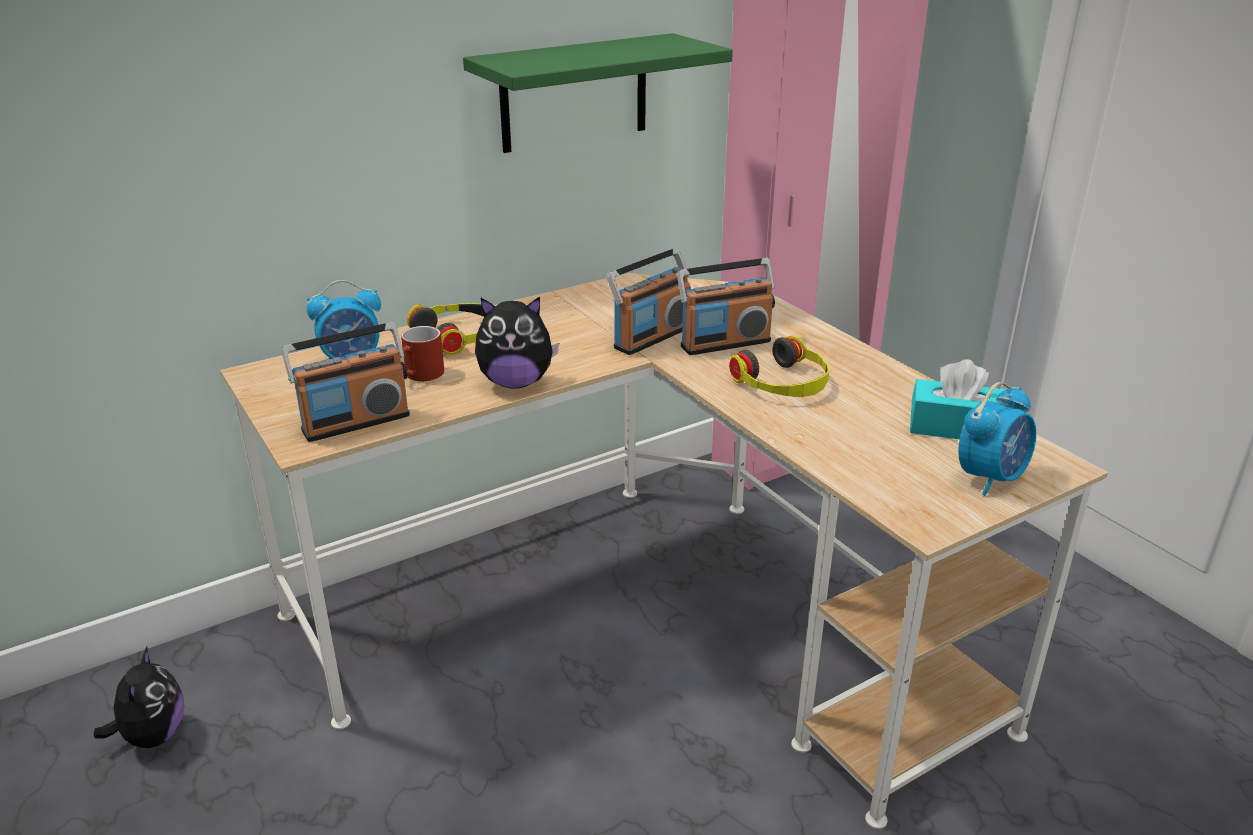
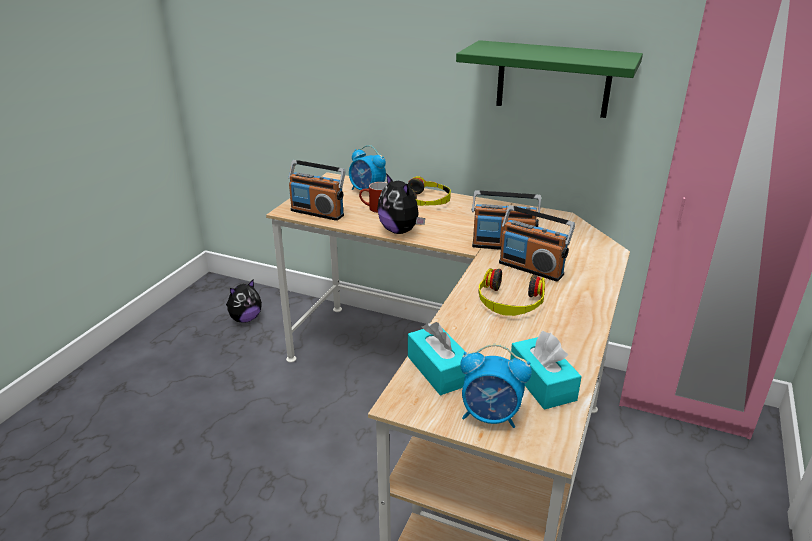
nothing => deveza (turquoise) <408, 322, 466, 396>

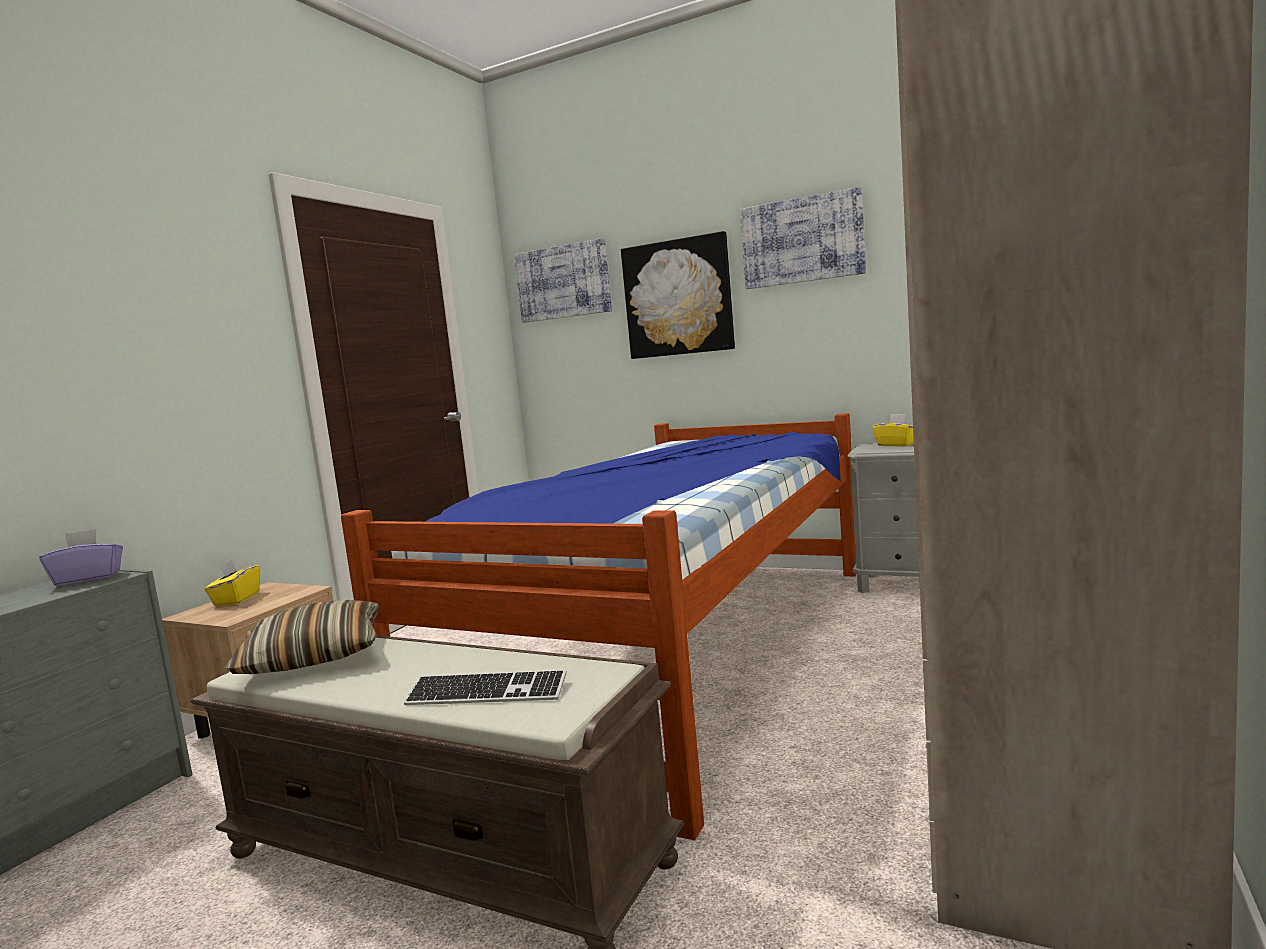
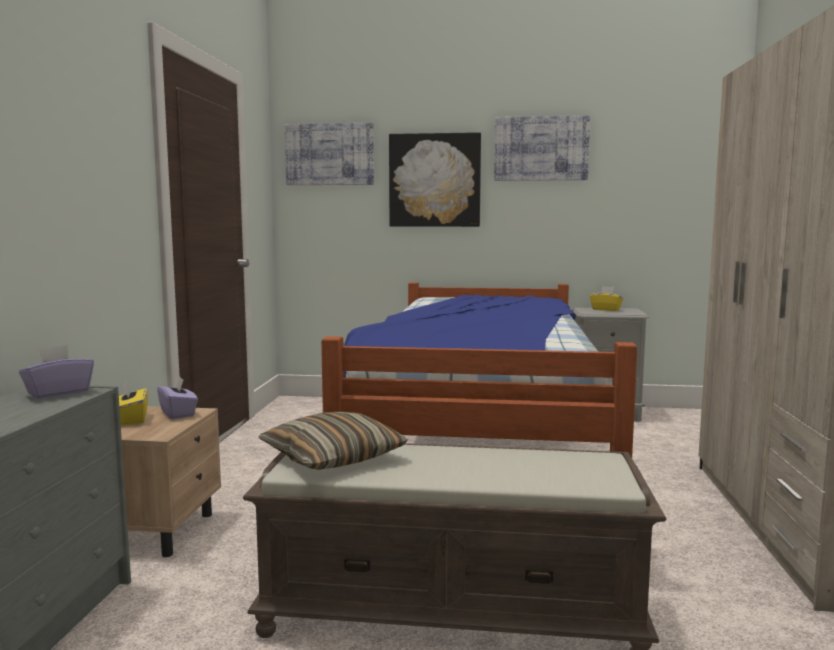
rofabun <404, 670, 567, 705> => nothing
nothing => deveza (purple) <157, 377, 198, 419>

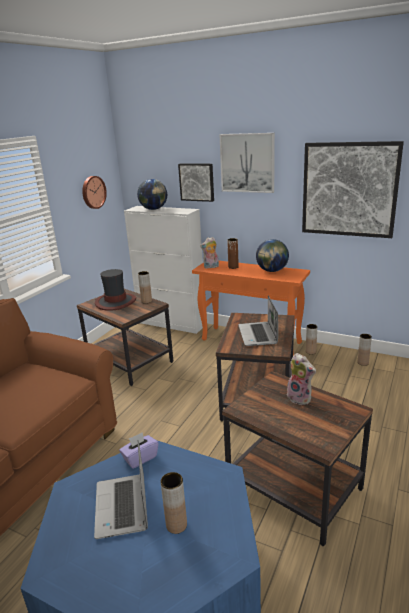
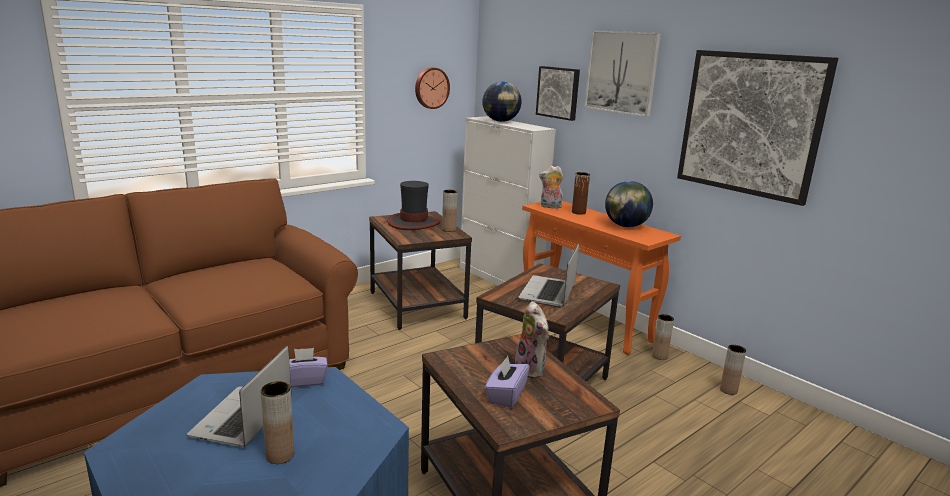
nothing => deveza (purple) <485, 356, 529, 408>

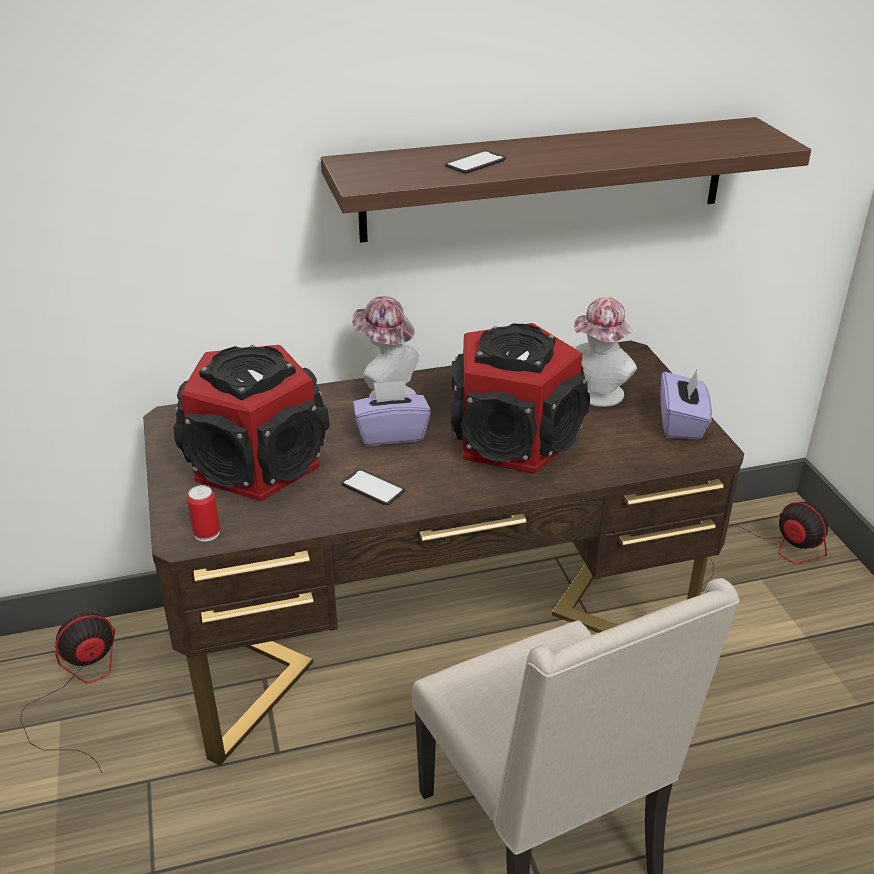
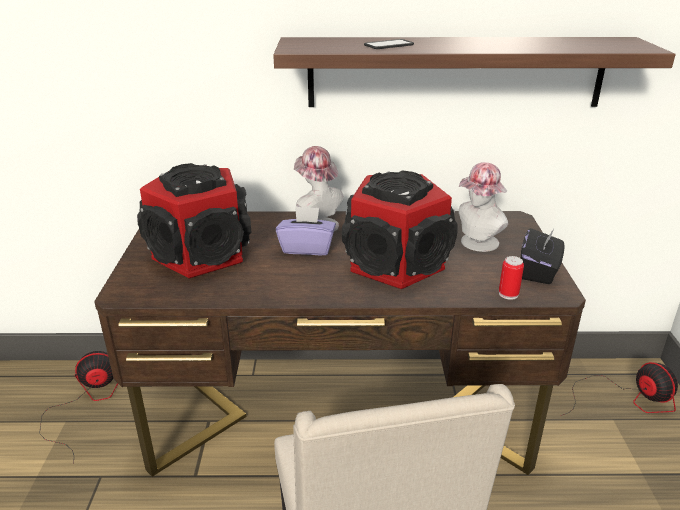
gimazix <341, 469, 405, 505> => nothing
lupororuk <187, 485, 220, 542> => lupororuk <499, 256, 524, 300>, relocated
deveza (purple) <660, 370, 712, 440> => deveza (black) <521, 228, 564, 284>

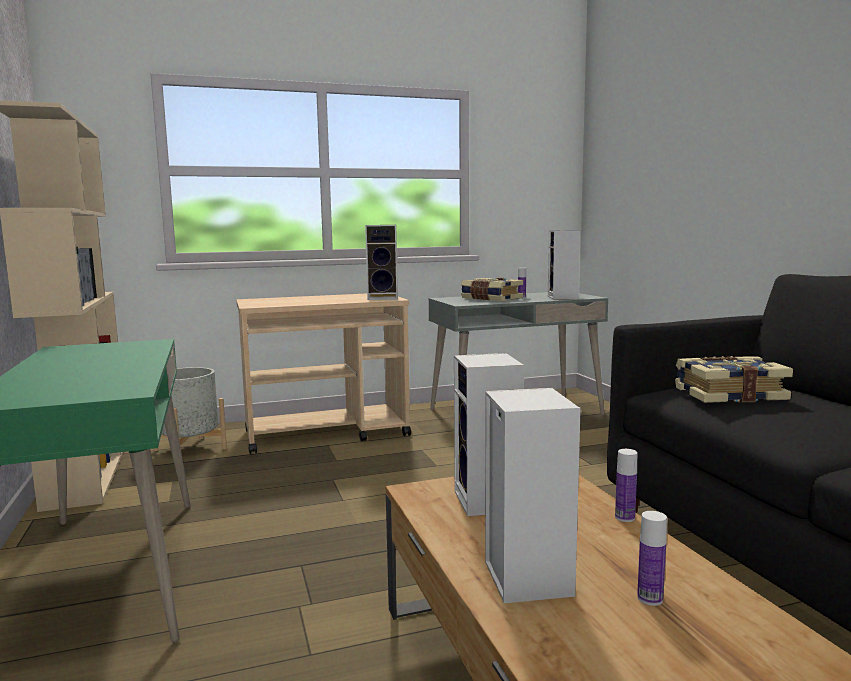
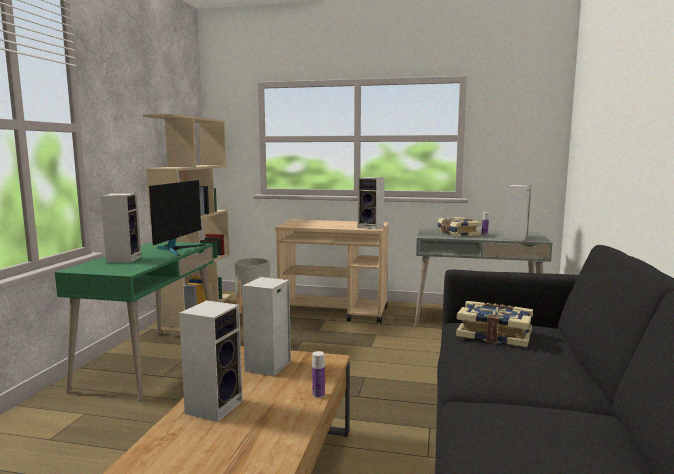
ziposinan <637, 511, 667, 606> => nothing
nothing => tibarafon <101, 193, 141, 263>
nothing => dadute <149, 180, 205, 256>

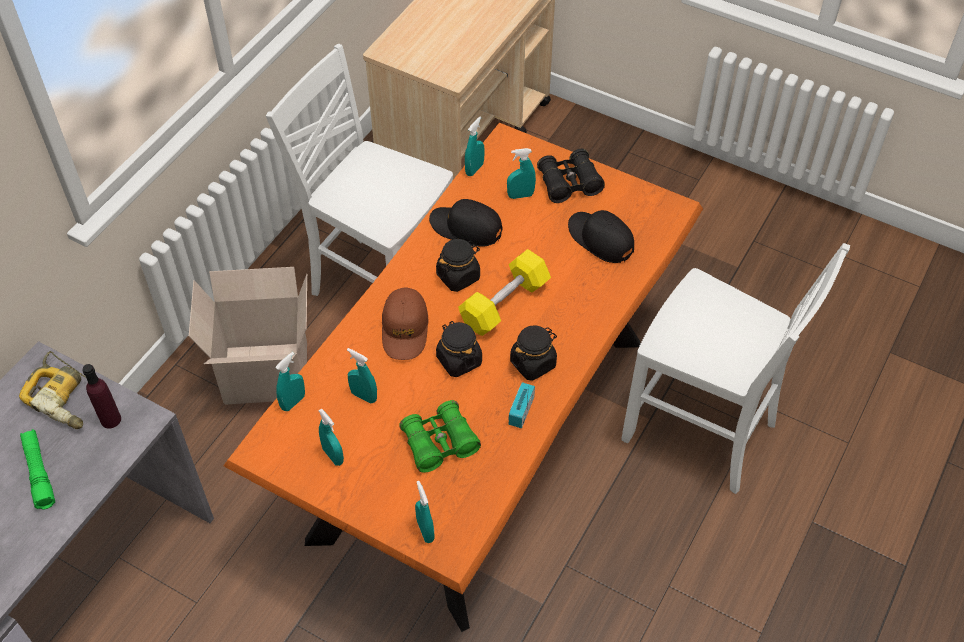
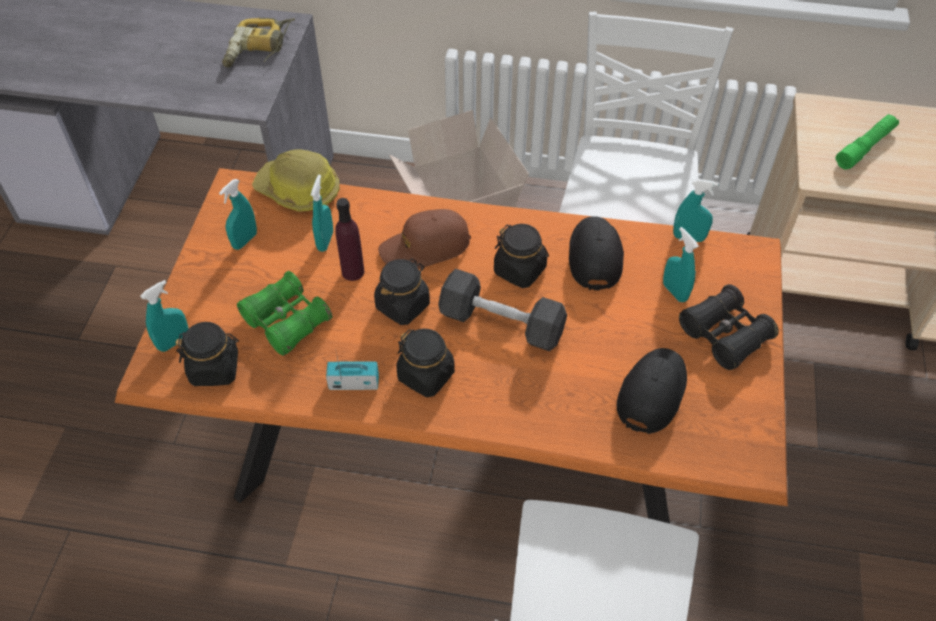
nothing => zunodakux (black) <176, 322, 239, 386>
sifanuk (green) <20, 429, 55, 510> => sifanuk (green) <836, 114, 899, 169>, relocated
ziposinan (purple) <82, 364, 121, 428> => ziposinan (purple) <335, 198, 364, 281>, relocated
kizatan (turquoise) <275, 352, 305, 411> => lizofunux <252, 149, 340, 212>
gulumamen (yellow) <458, 249, 551, 336> => gulumamen (black) <438, 269, 567, 351>

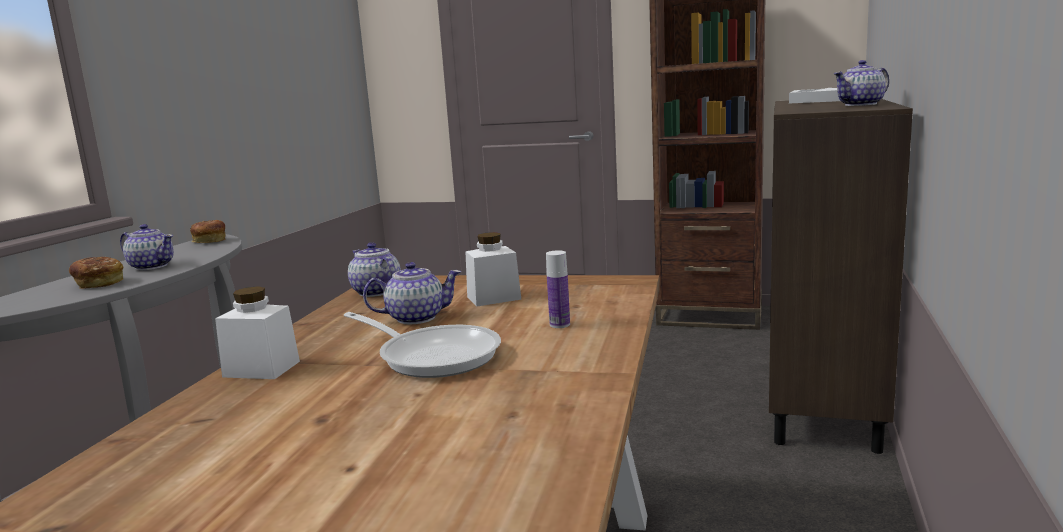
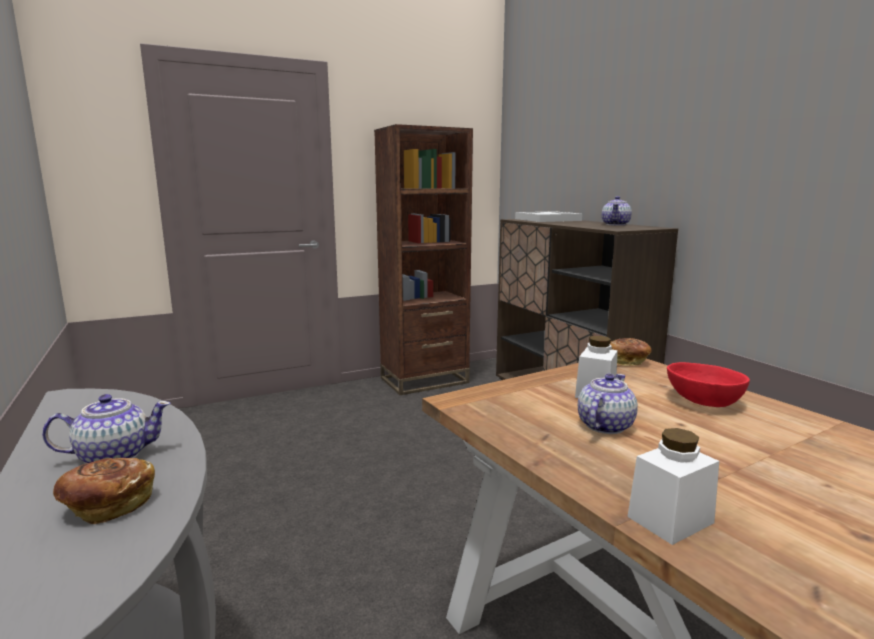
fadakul <343, 312, 501, 378> => nothing
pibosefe <348, 242, 401, 297> => nothing
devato <190, 220, 226, 243> => devato <610, 338, 651, 366>, relocated
ziposinan <546, 250, 570, 328> => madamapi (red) <667, 362, 750, 407>

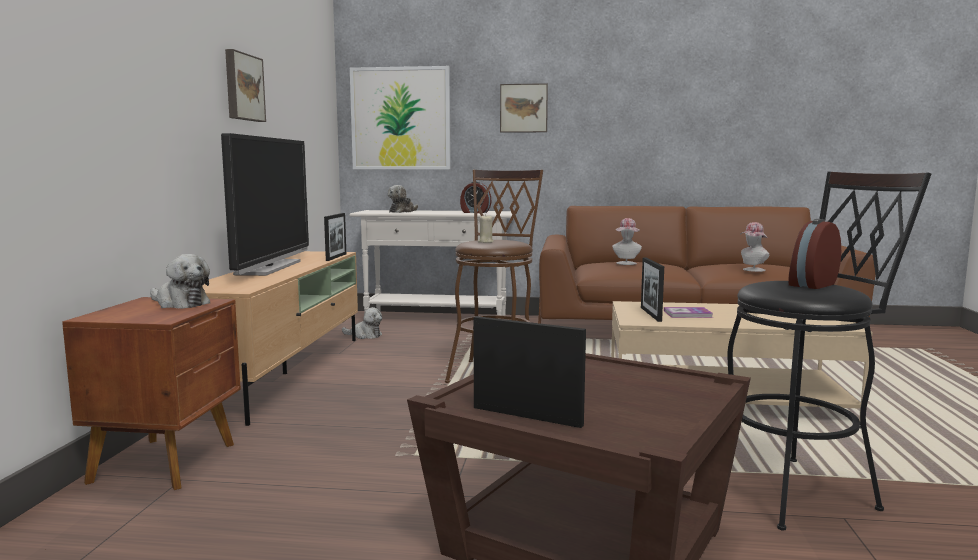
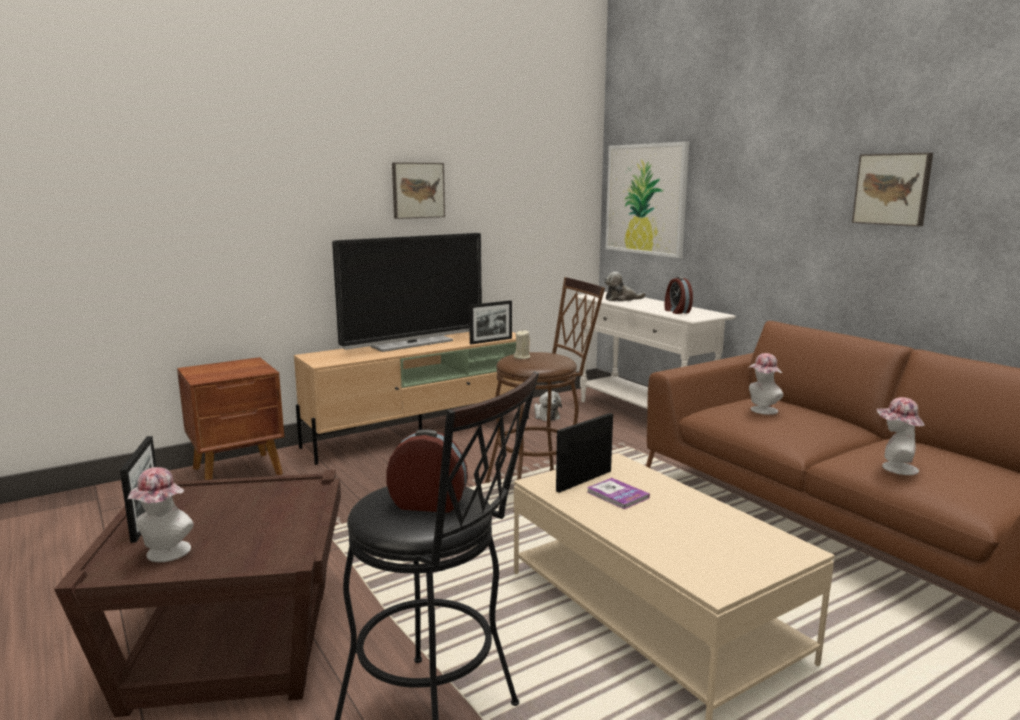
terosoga <150, 254, 211, 309> => nothing
nothing => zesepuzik <127, 467, 194, 562>
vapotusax <500, 83, 548, 133> => vapotusax <852, 153, 933, 227>, relocated

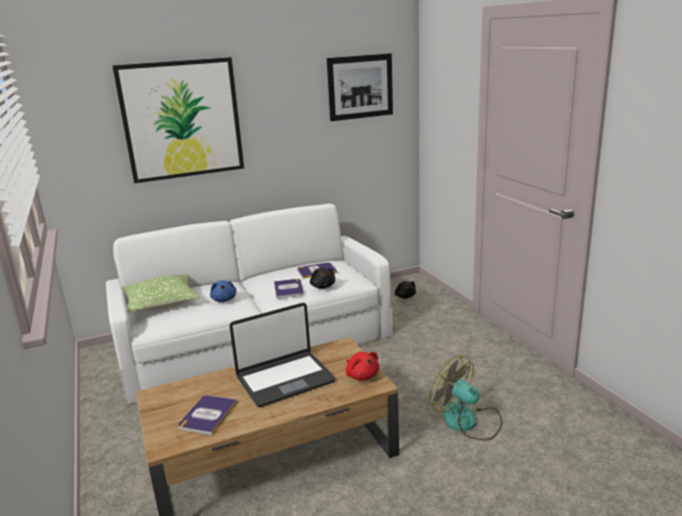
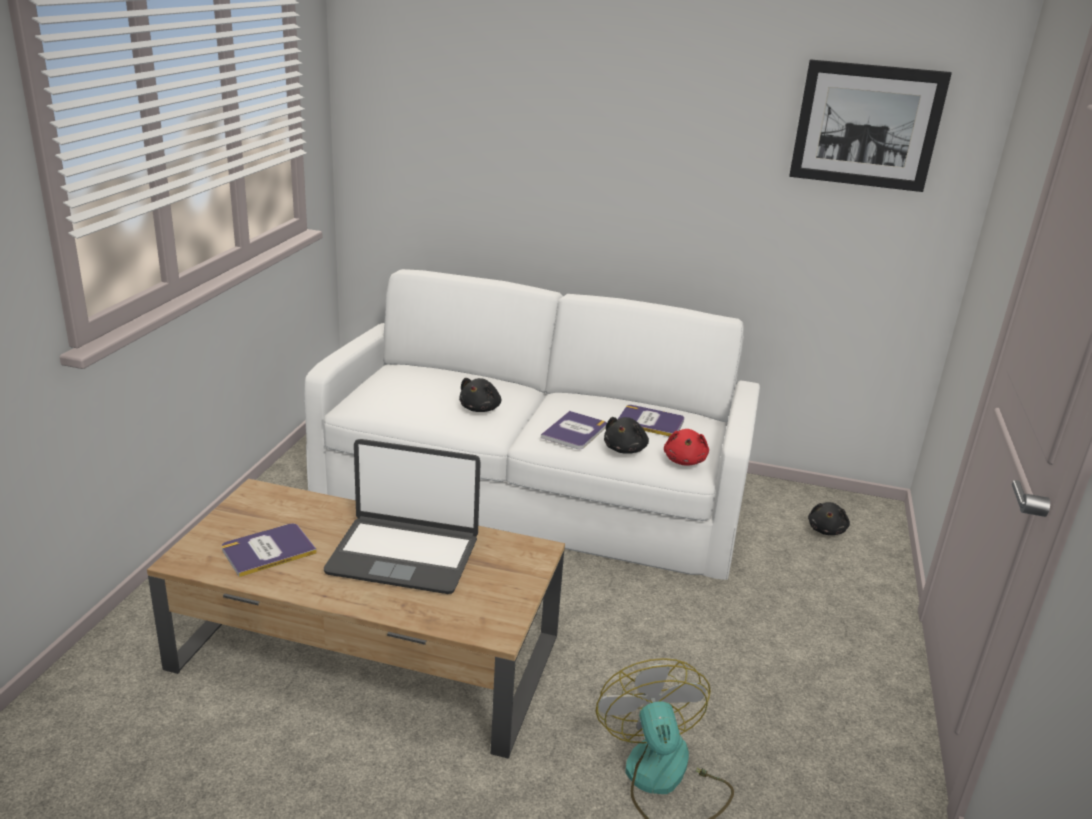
vapotusax <112, 57, 244, 183> => nothing
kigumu <122, 275, 199, 313> => nothing
terosoga (red) <346, 352, 380, 380> => terosoga (red) <664, 429, 709, 466>, relocated
terosoga (blue) <210, 280, 237, 302> => terosoga (black) <459, 378, 501, 412>

